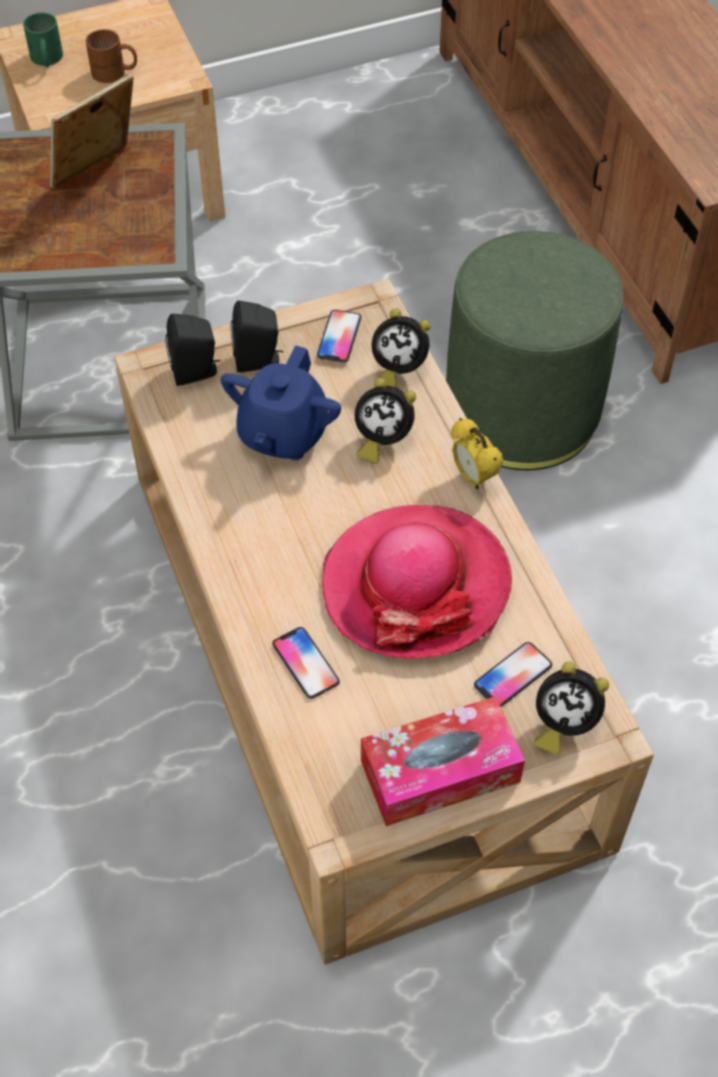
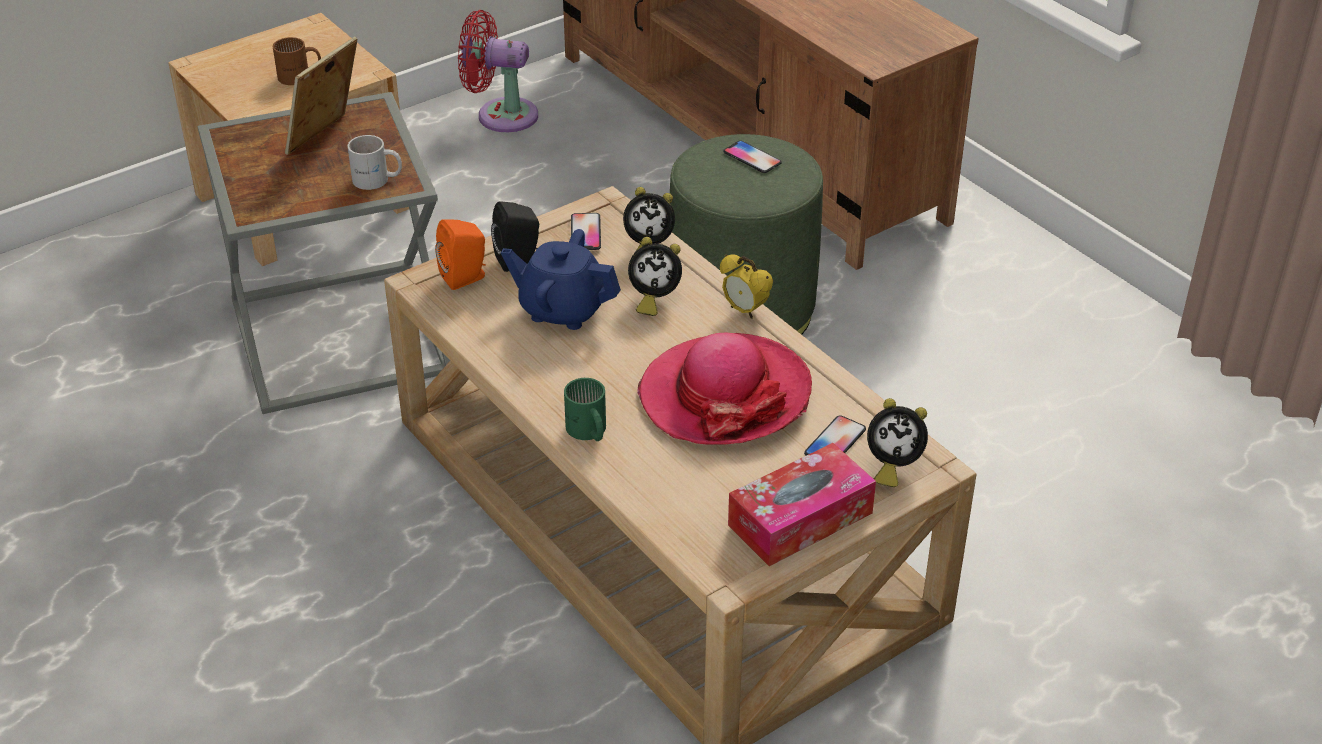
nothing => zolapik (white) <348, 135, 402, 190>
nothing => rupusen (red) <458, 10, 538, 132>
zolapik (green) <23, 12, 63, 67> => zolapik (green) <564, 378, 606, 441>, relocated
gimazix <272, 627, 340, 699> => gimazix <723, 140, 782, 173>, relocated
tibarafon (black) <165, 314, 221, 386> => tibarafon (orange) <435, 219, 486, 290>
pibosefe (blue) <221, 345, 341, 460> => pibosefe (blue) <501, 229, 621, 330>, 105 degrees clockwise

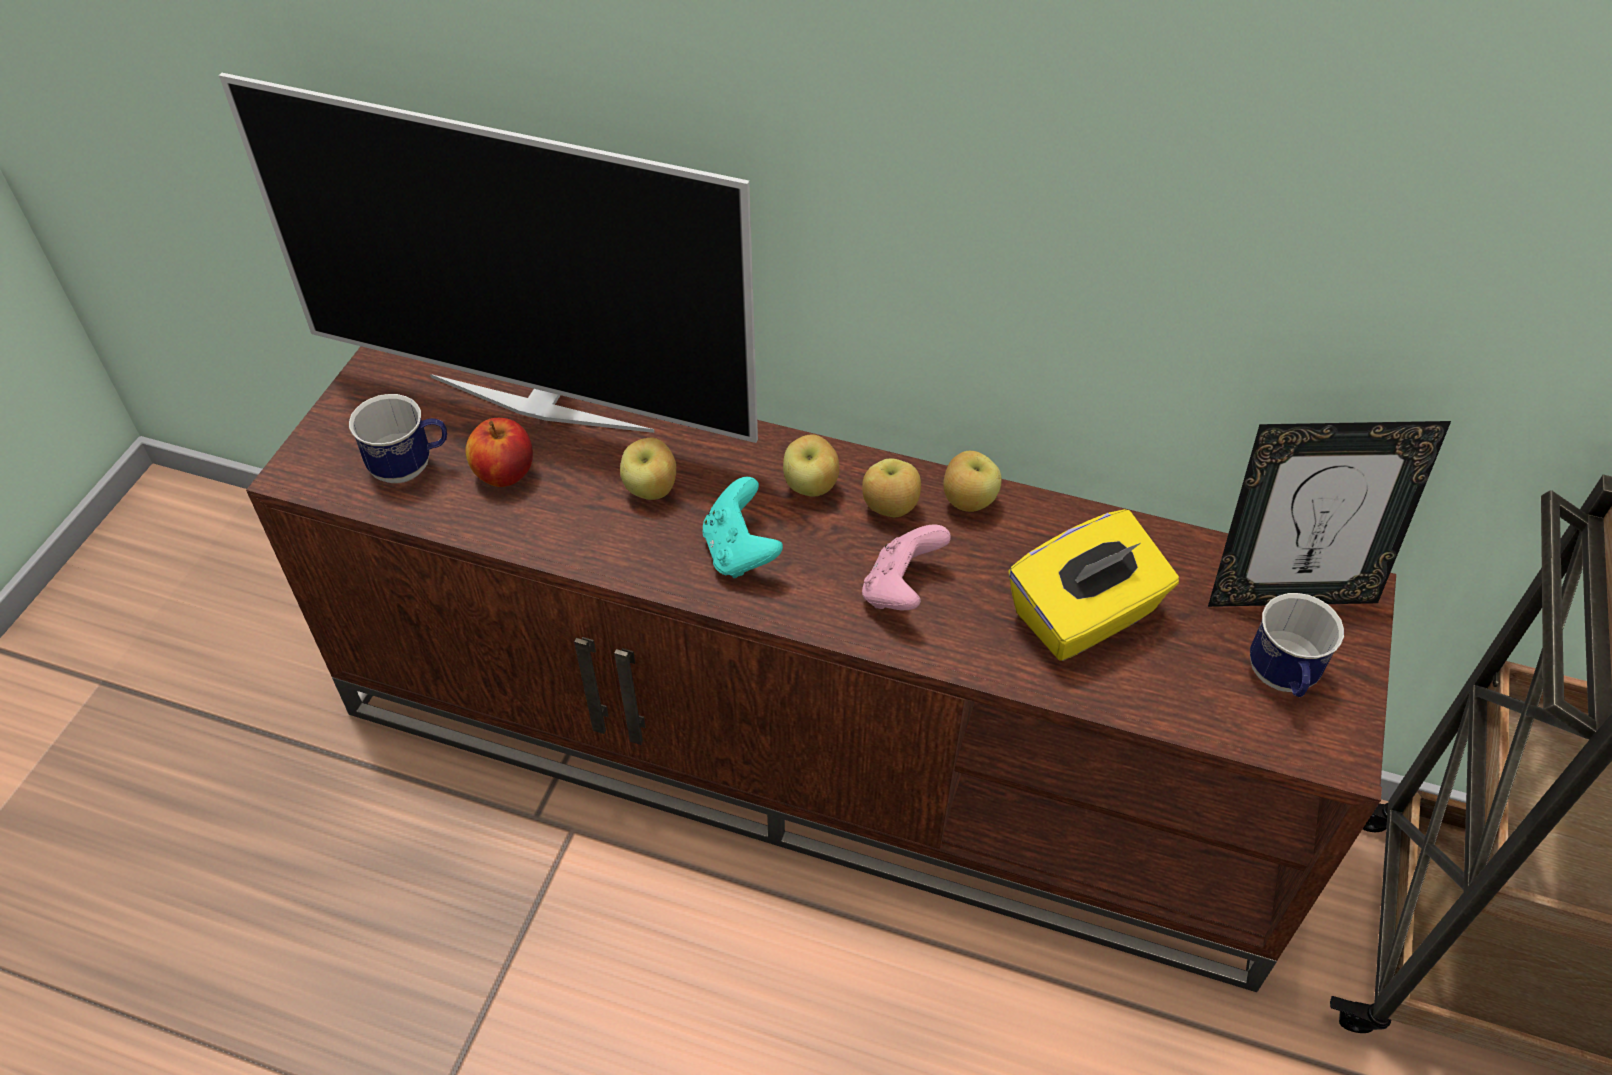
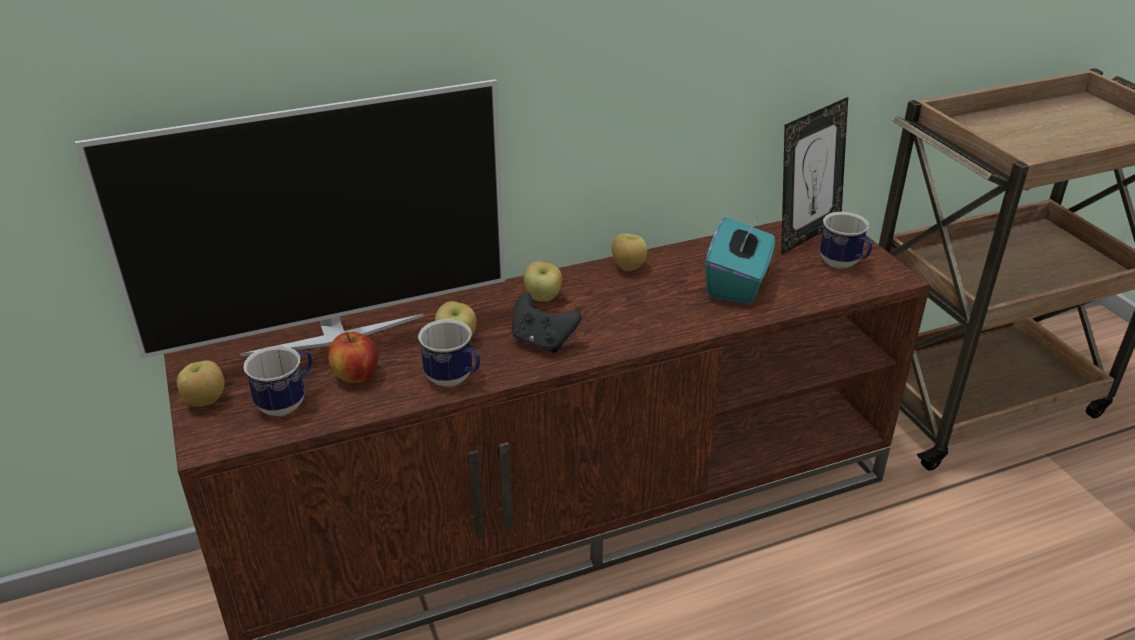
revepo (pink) <862, 524, 951, 610> => nothing
nothing => zolapik <418, 319, 480, 387>
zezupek <862, 458, 921, 517> => zezupek <177, 360, 224, 407>, relocated
revepo (turquoise) <703, 477, 783, 578> => revepo (black) <512, 293, 582, 353>
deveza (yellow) <1008, 509, 1179, 661> => deveza (turquoise) <705, 216, 775, 304>

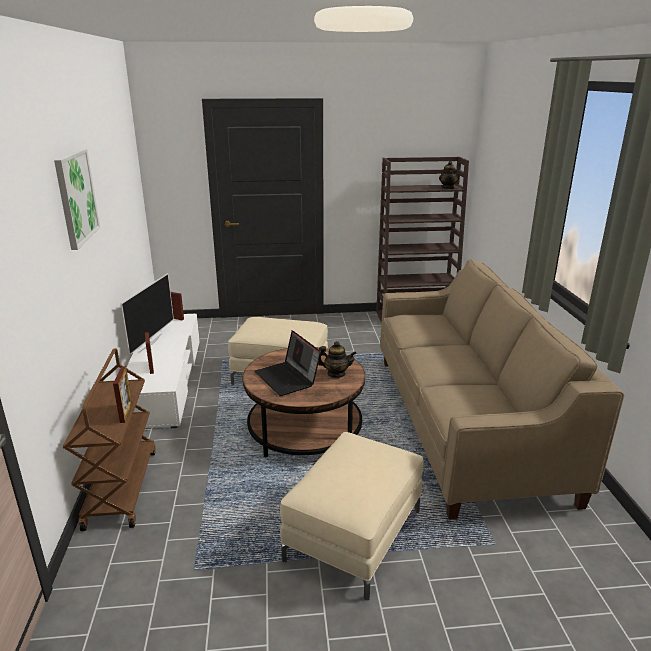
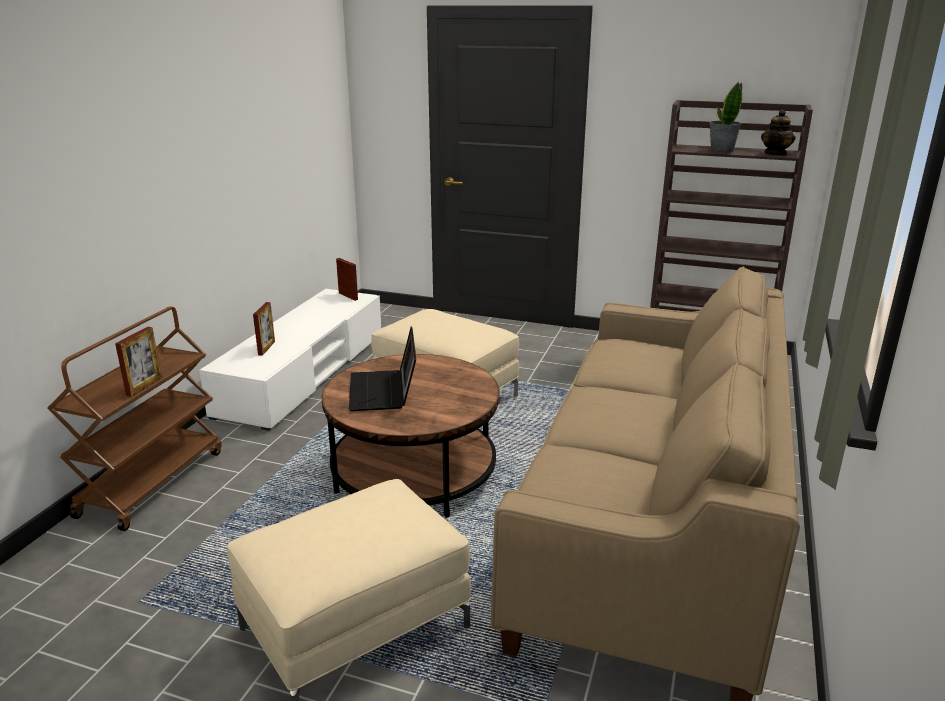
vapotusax <54, 149, 100, 250> => nothing
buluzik <121, 273, 174, 355> => nothing
pibosefe <318, 341, 357, 378> => nothing
nothing => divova <709, 81, 742, 153>

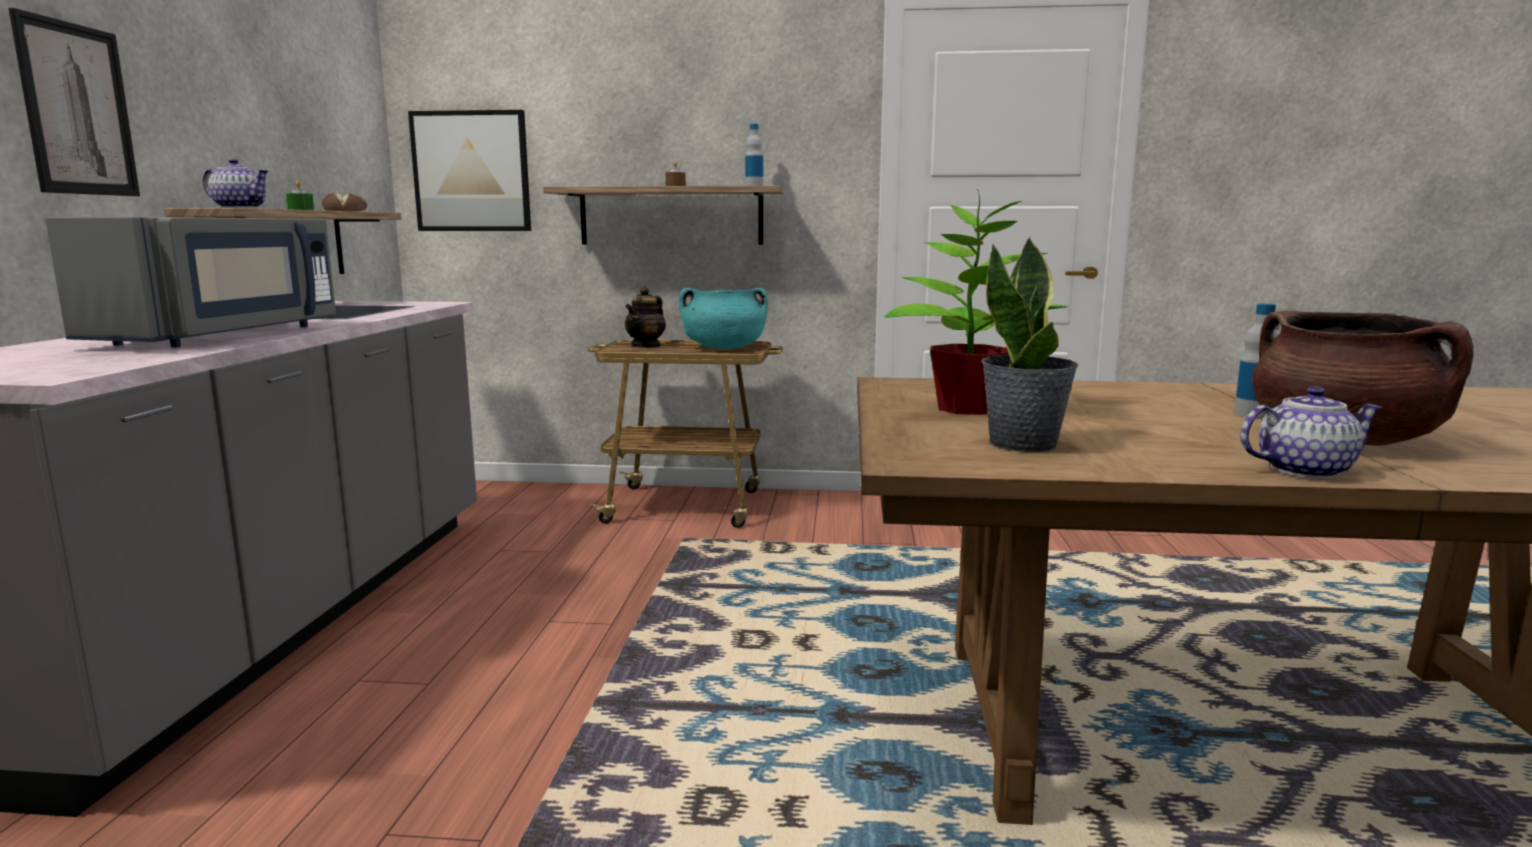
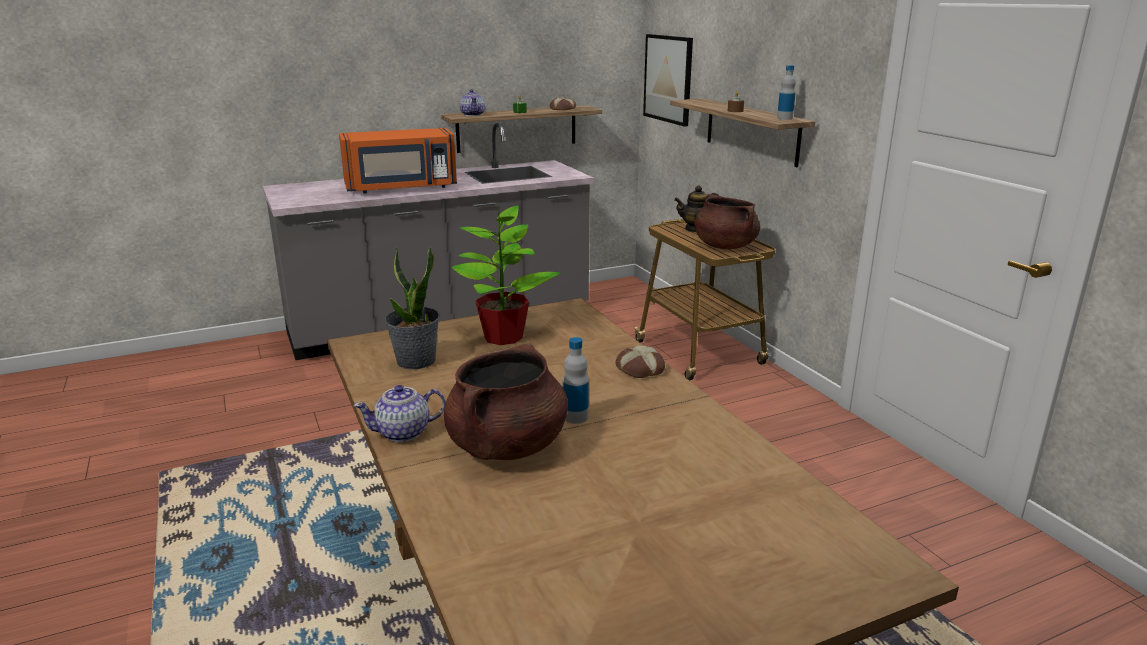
vapotusax <8, 8, 140, 196> => nothing
nothing => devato <616, 345, 665, 378>
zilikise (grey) <45, 217, 336, 347> => zilikise (orange) <339, 128, 457, 194>
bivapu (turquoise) <679, 288, 768, 349> => bivapu (brown) <694, 194, 760, 249>
pibosefe <1240, 386, 1383, 479> => pibosefe <353, 385, 446, 442>, 105 degrees clockwise

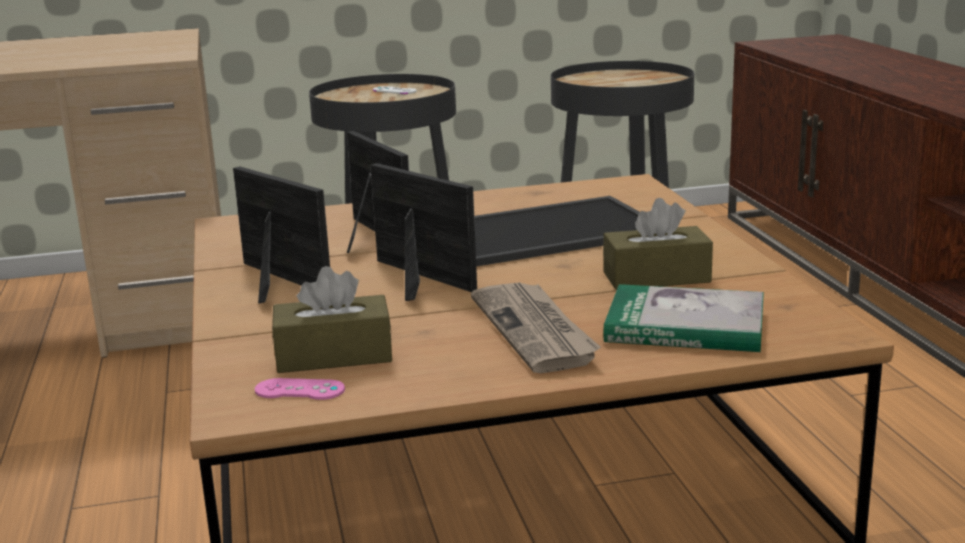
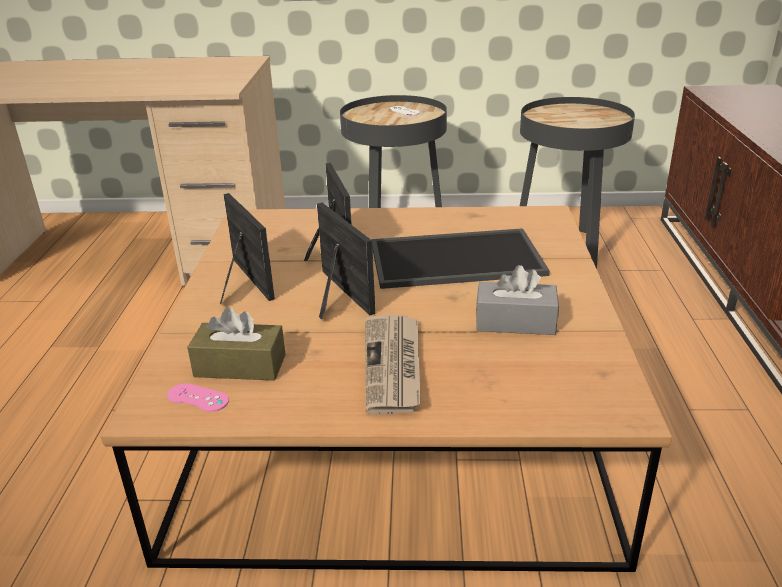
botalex <603, 284, 764, 352> => nothing
deveza (brown) <603, 198, 713, 290> => deveza (grey) <476, 265, 559, 335>

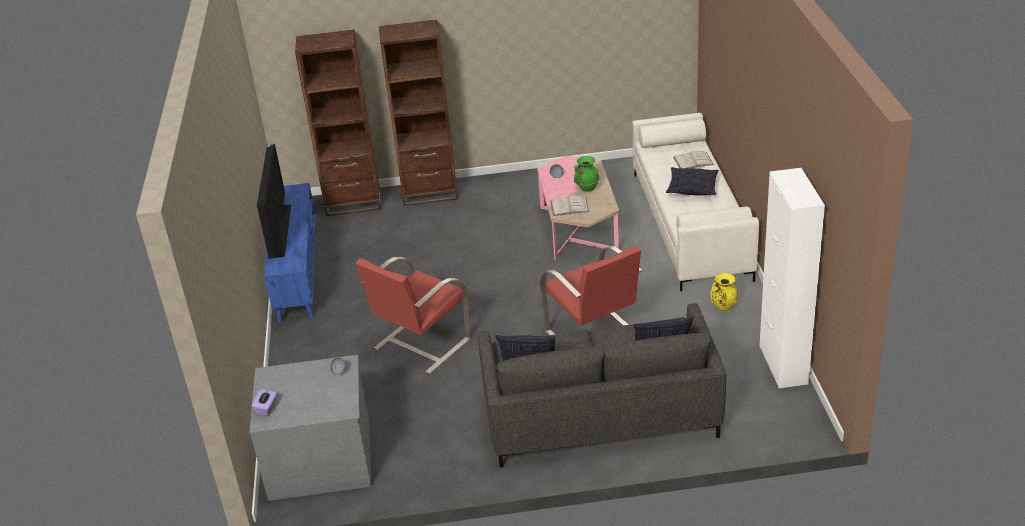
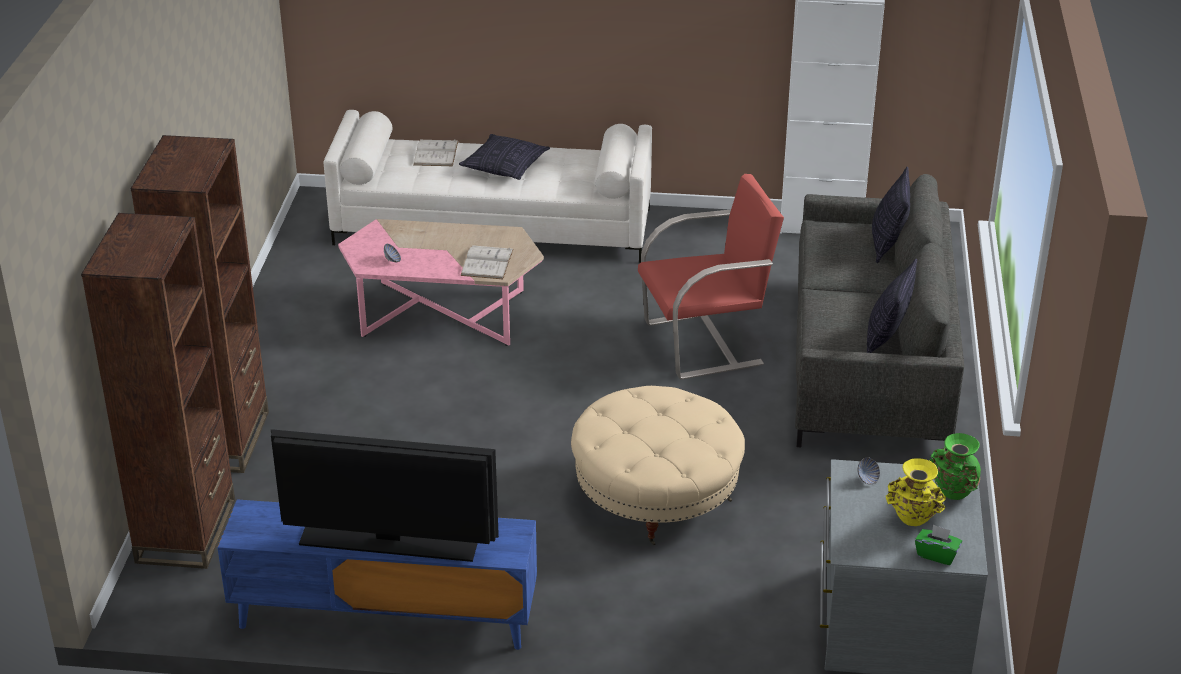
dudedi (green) <574, 156, 599, 192> => dudedi (green) <929, 433, 981, 500>, relocated
dudedi (yellow) <711, 273, 738, 311> => dudedi (yellow) <886, 458, 946, 526>, relocated
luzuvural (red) <355, 257, 470, 374> => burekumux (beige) <571, 386, 745, 545>
deveza (purple) <251, 388, 277, 416> => deveza (green) <915, 524, 962, 565>

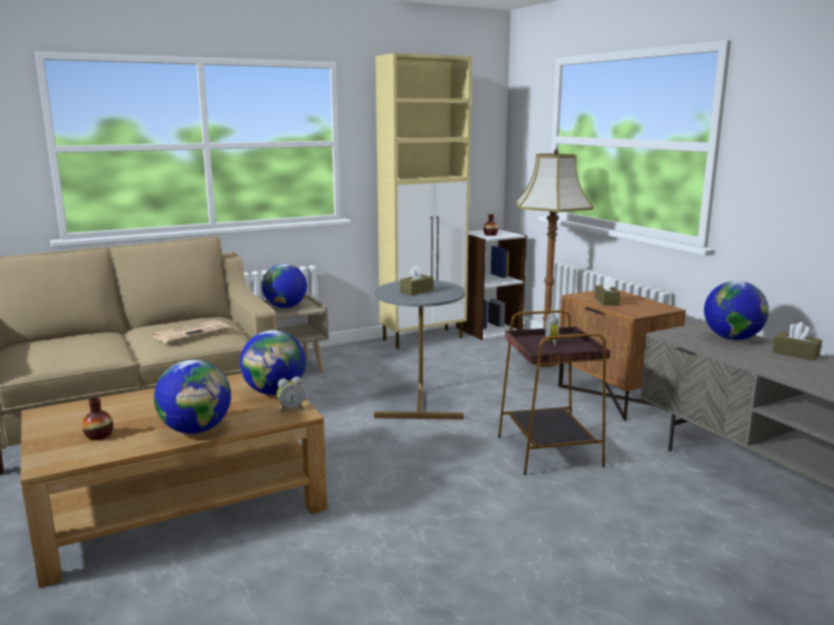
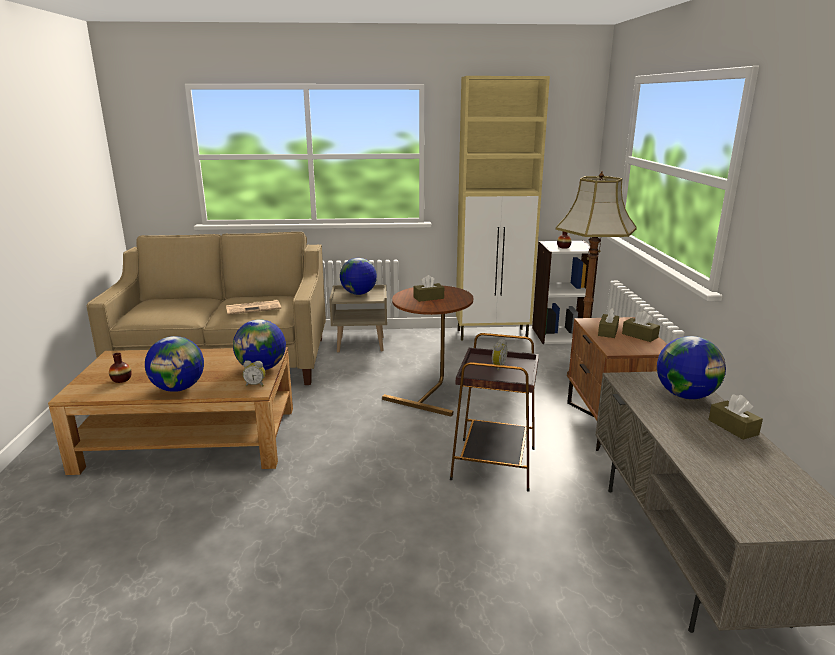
nothing => deveza (brown) <622, 311, 660, 342>
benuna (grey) <374, 280, 465, 419> => benuna (brown) <382, 286, 473, 416>

